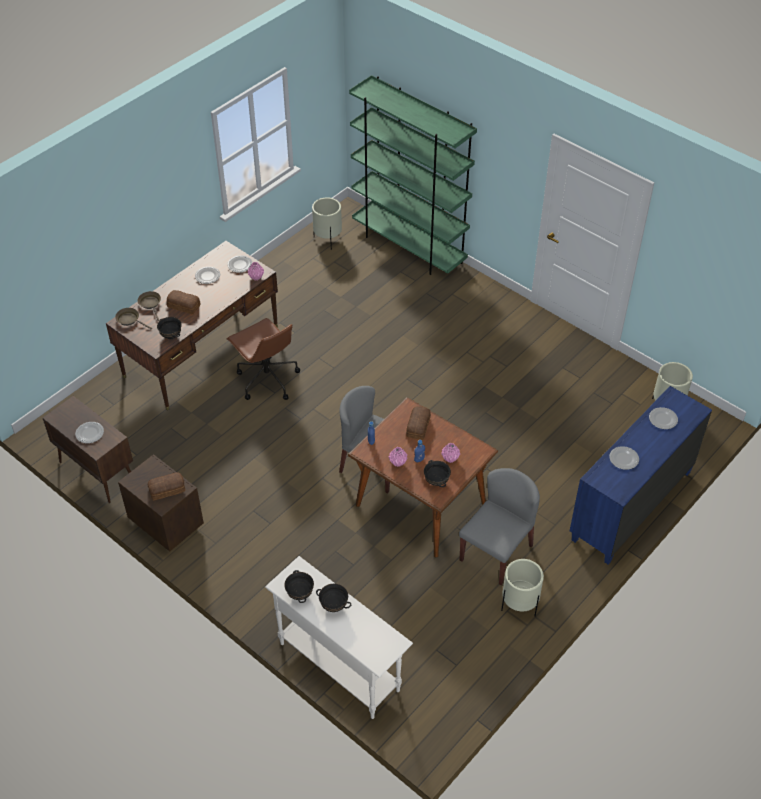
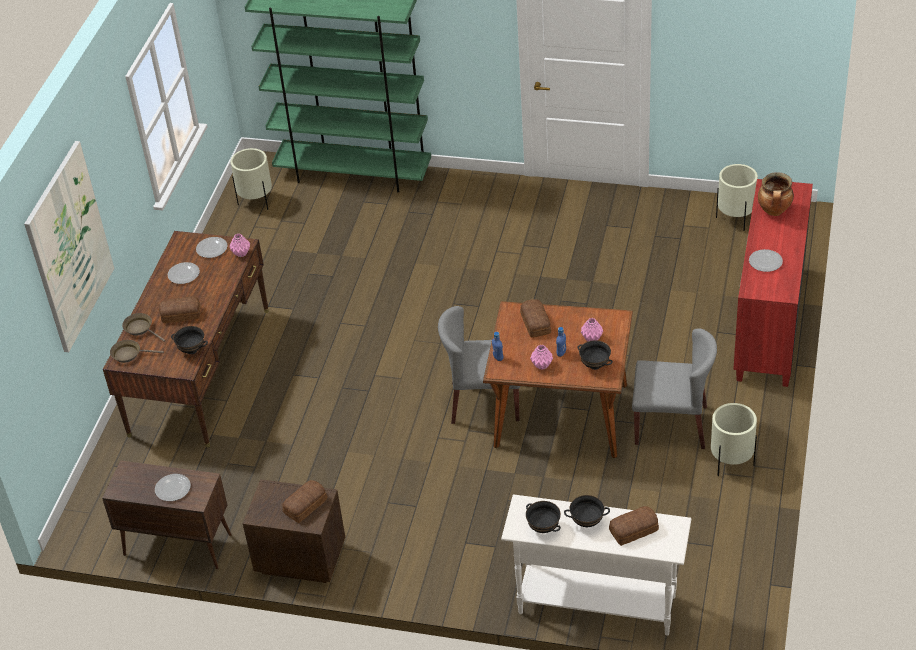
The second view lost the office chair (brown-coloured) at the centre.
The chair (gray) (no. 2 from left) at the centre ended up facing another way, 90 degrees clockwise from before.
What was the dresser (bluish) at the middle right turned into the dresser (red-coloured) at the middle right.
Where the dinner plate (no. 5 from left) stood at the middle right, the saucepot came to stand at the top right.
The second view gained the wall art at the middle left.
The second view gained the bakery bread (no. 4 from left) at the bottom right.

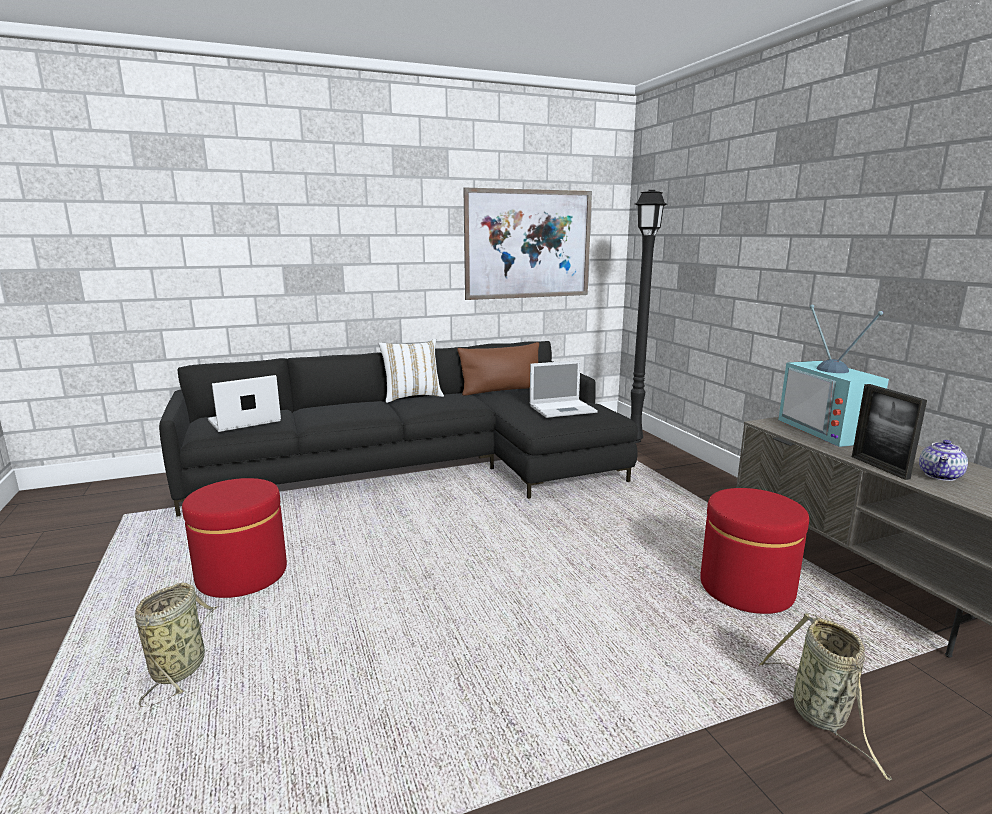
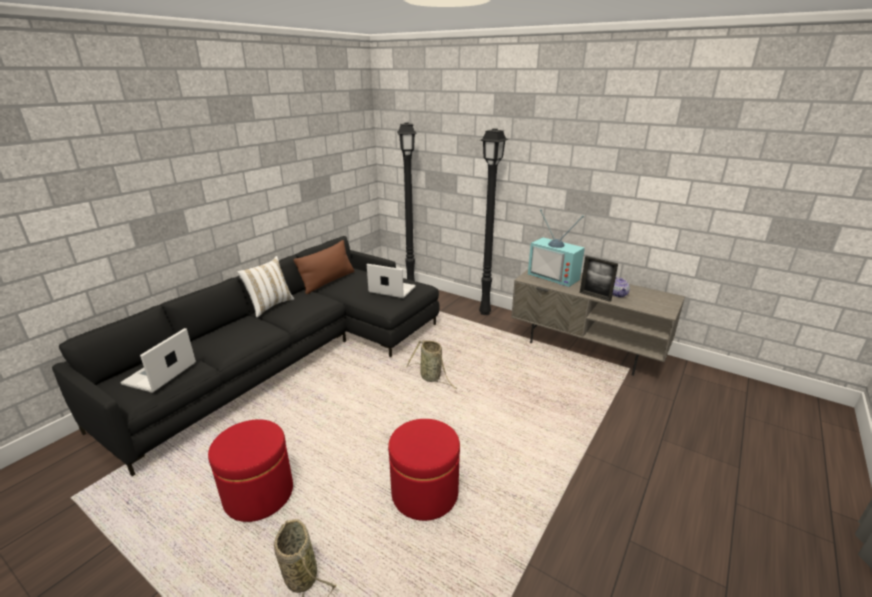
The second view lost the wall art at the top centre.
The notebook computer (no. 2 from left) at the centre ended up facing another way, 105 degrees counterclockwise from before.
The pouffe (red-coloured) (no. 2 from left) ended up elsewhere, having gone from the bottom right to the bottom centre.
The storage basket (no. 2 from left) ended up elsewhere, having gone from the bottom right to the centre.
The second view gained the standing lamp (black) (no. 2 from left) at the centre.

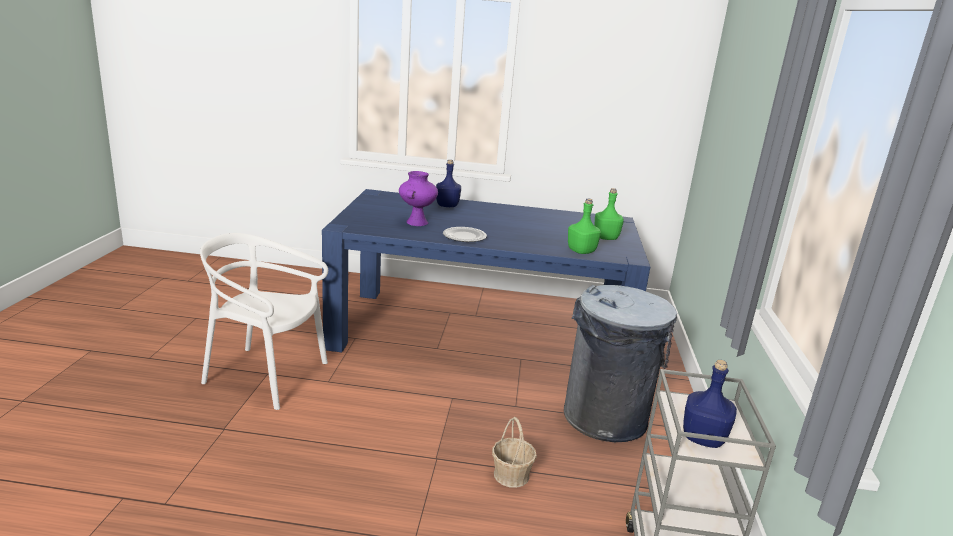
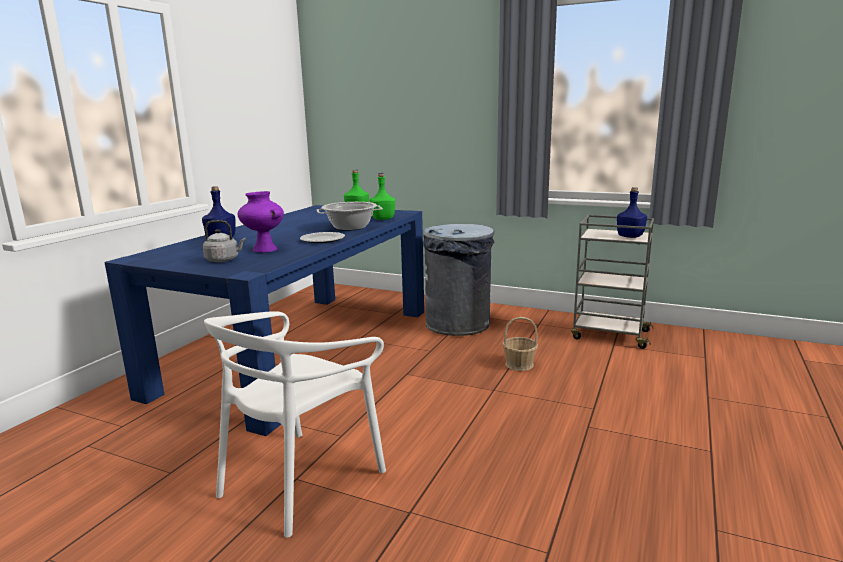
The second view gained the kettle (gray) at the middle left.
The second view gained the saucepot at the centre.

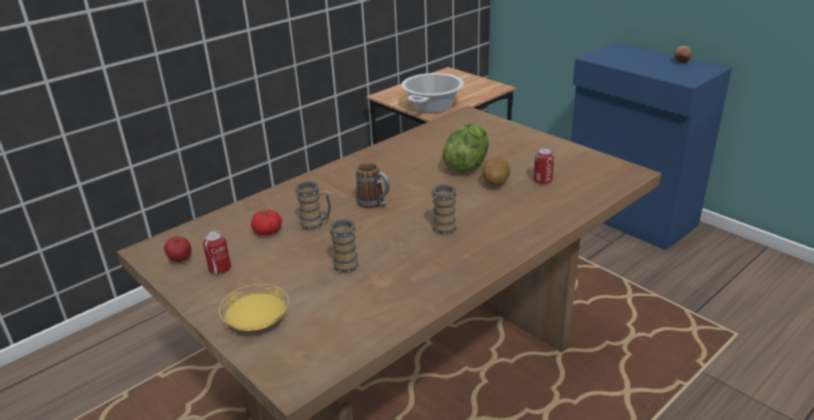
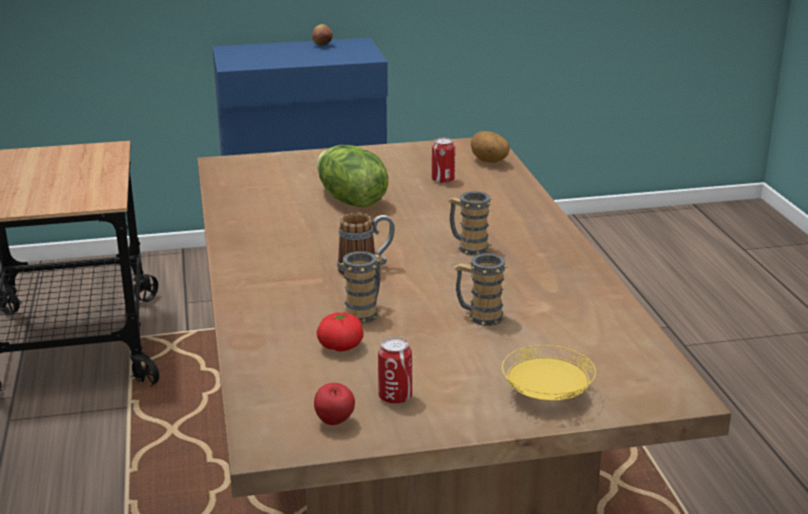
The second view lost the saucepot at the top centre.
The whole potato ended up elsewhere, having gone from the centre to the top centre.

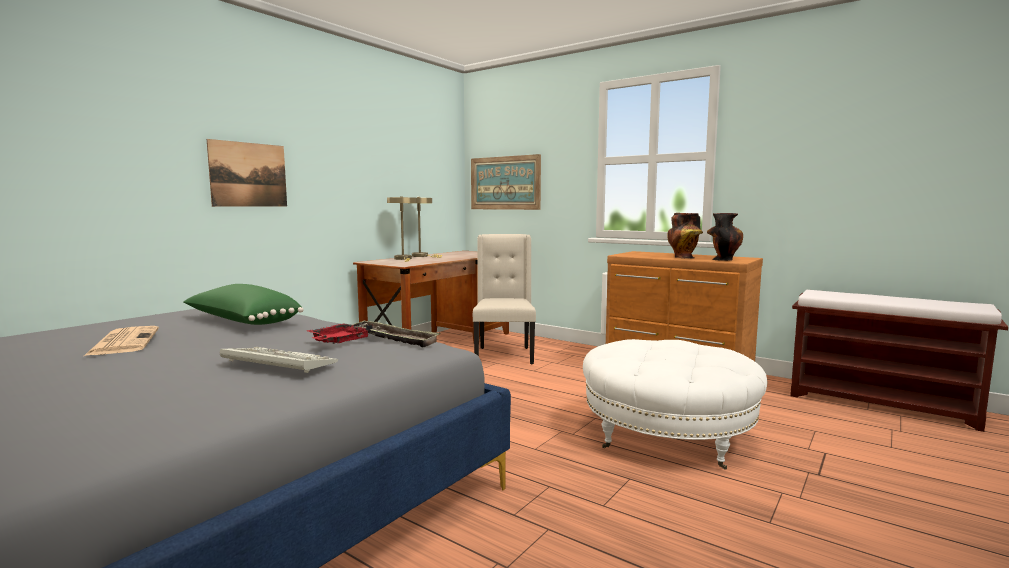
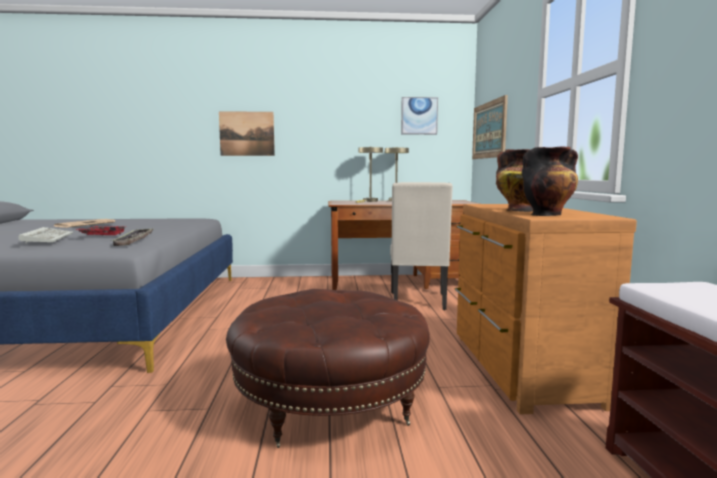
The second view lost the pillow (green) at the middle left.
The chair (sand-coloured) at the centre ended up facing another way, 135 degrees clockwise from before.
What was the pouffe (white-coloured) at the bottom right turned into the pouffe (brown-coloured) at the bottom centre.
The second view gained the wall art (no. 2 from left) at the top centre.

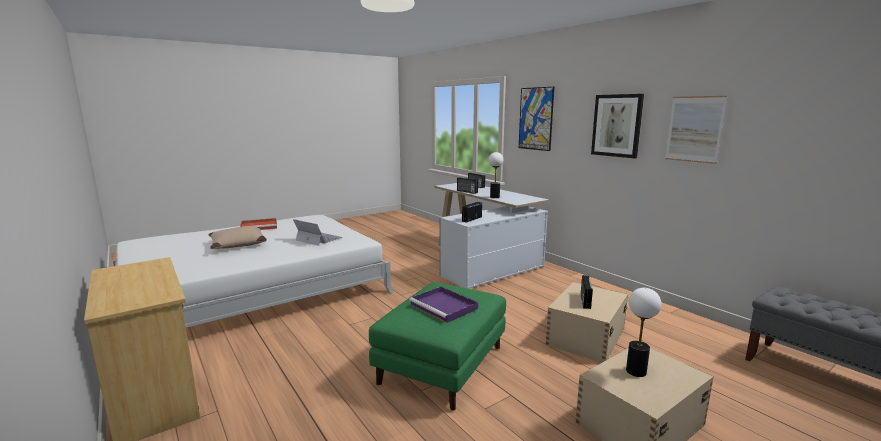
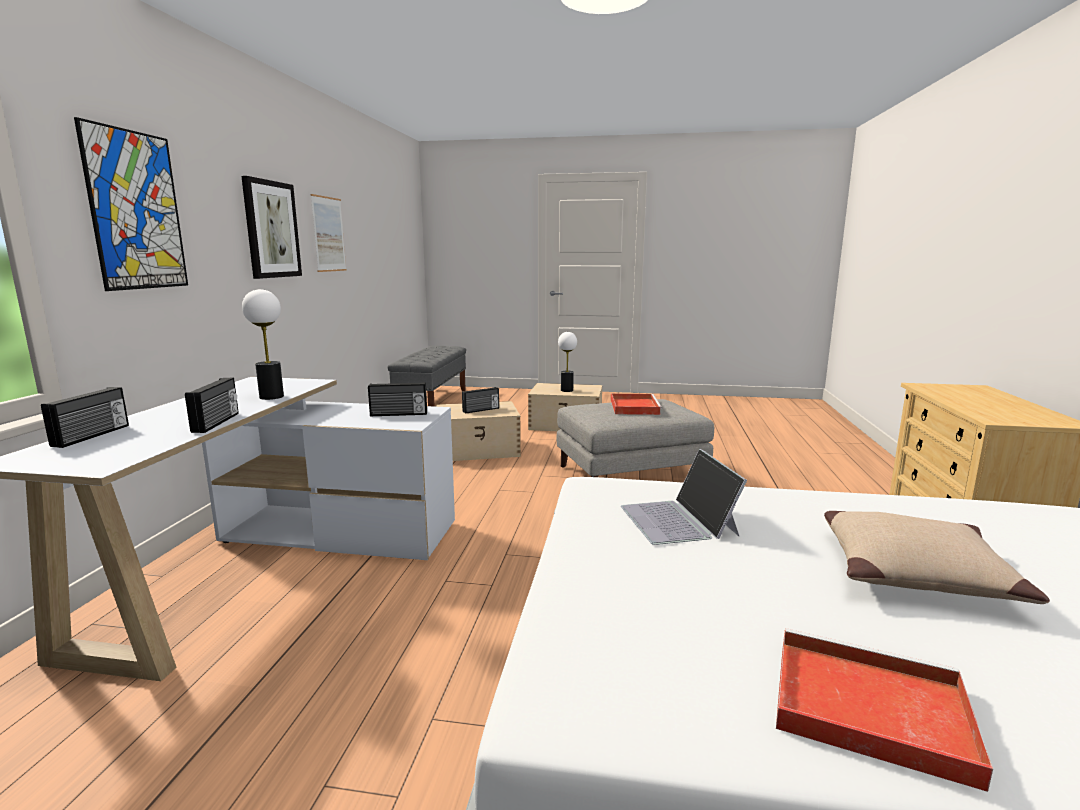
What was the pouffe (green) at the bottom centre turned into the pouffe (gray) at the centre.
What was the serving tray (purple-coloured) at the bottom centre turned into the serving tray (red-coloured) (no. 1 from left) at the centre.

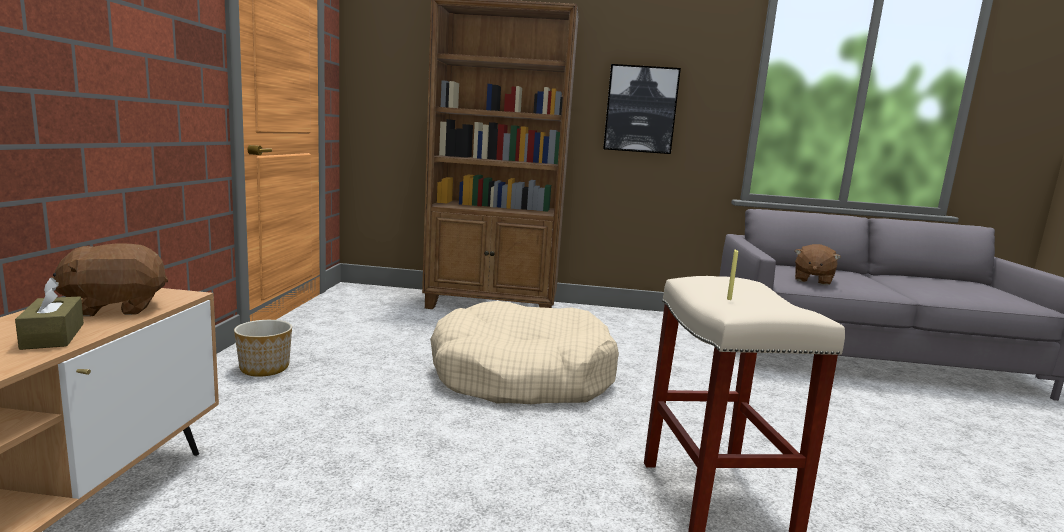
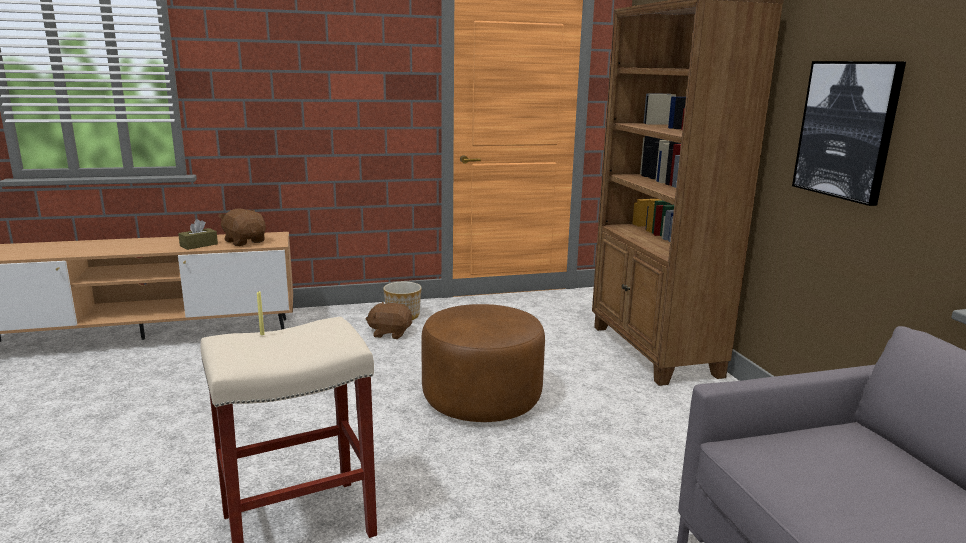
Where the dog cushion (sand-coloured) stood at the centre, the pouffe (brown-coloured) came to stand at the bottom centre.
The plush toy (brown-coloured) (no. 2 from left) ended up elsewhere, having gone from the middle right to the centre.

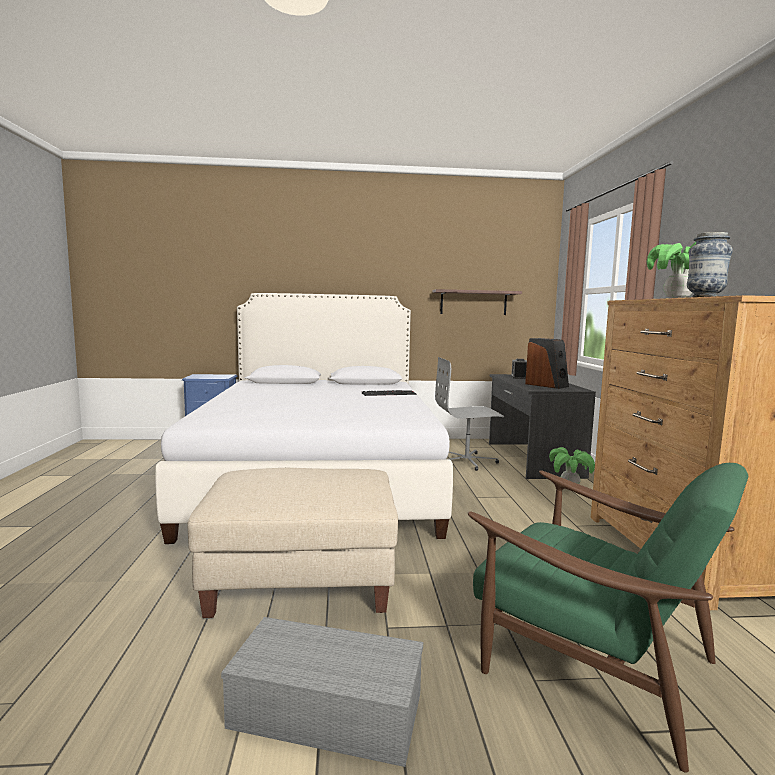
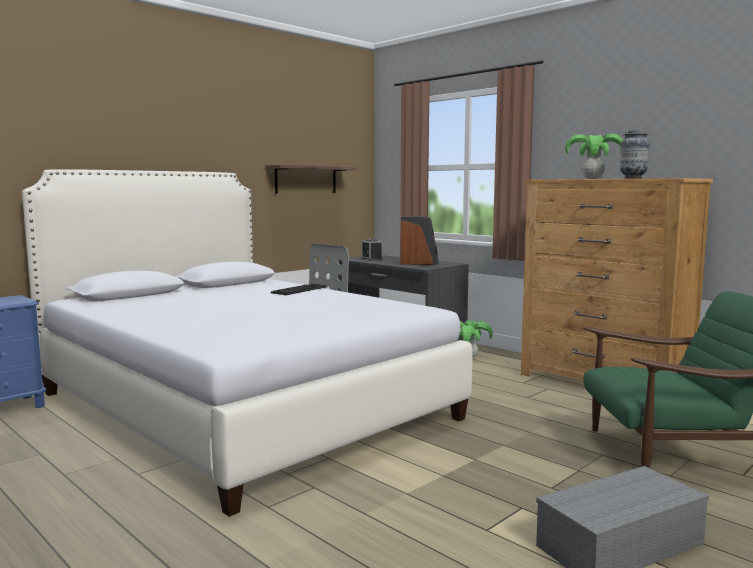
The second view lost the pouffe (sand-coloured) at the bottom centre.

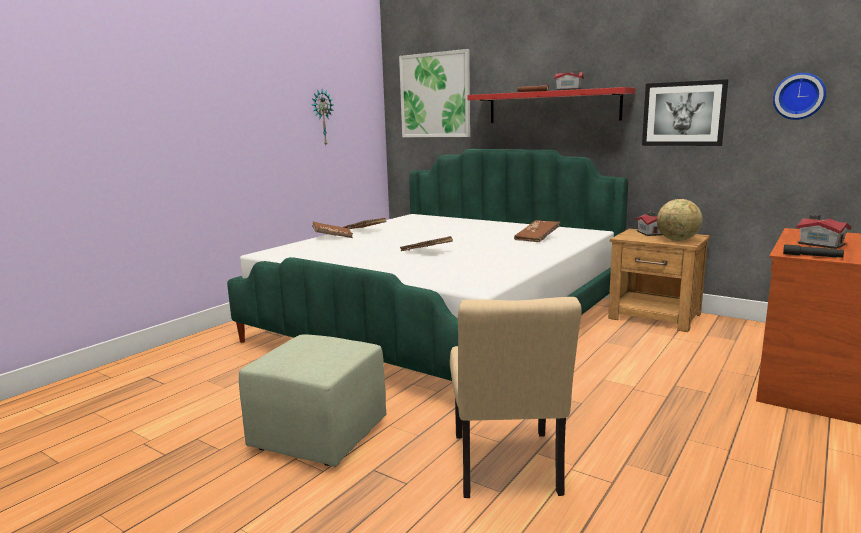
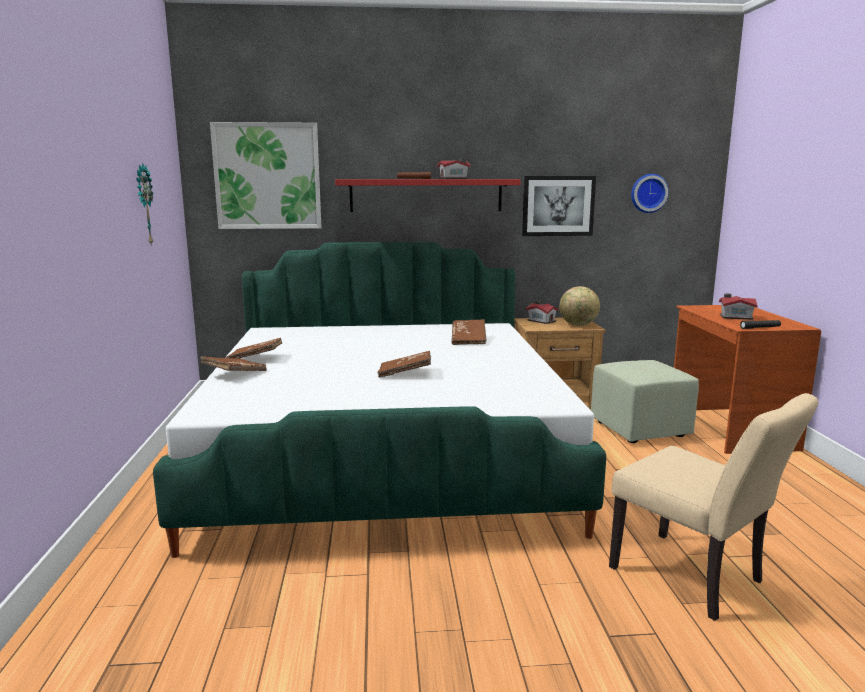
The pouffe (green) ended up elsewhere, having gone from the bottom centre to the middle right.

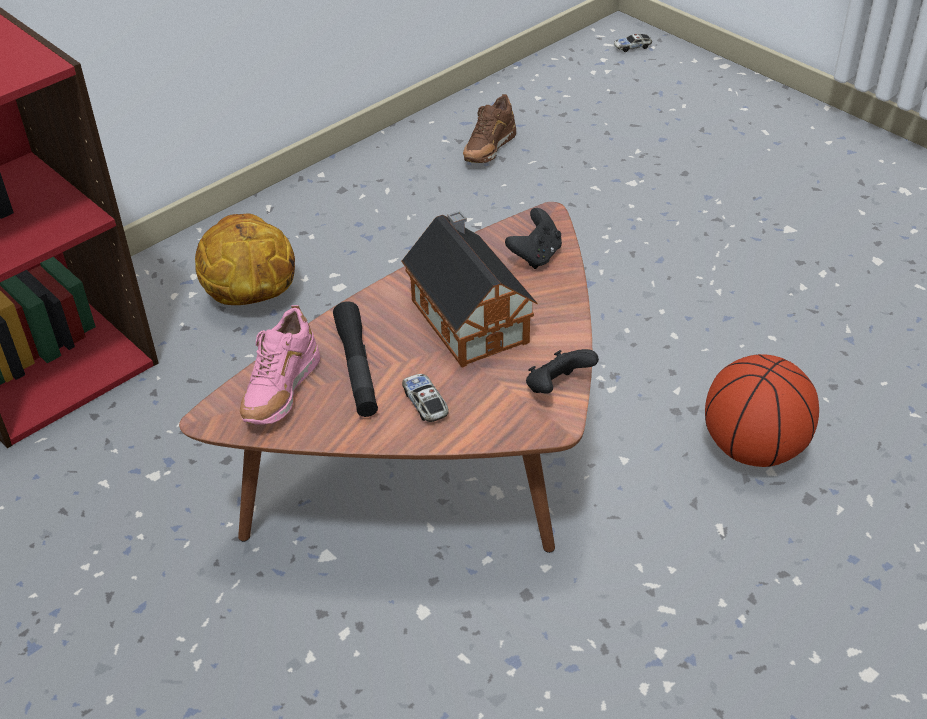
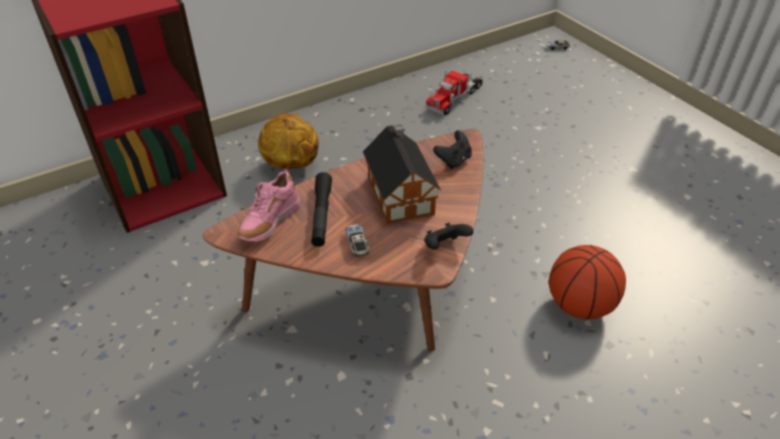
Where the item of footwear (brown-coloured) stood at the top centre, the toy truck came to stand at the top centre.

